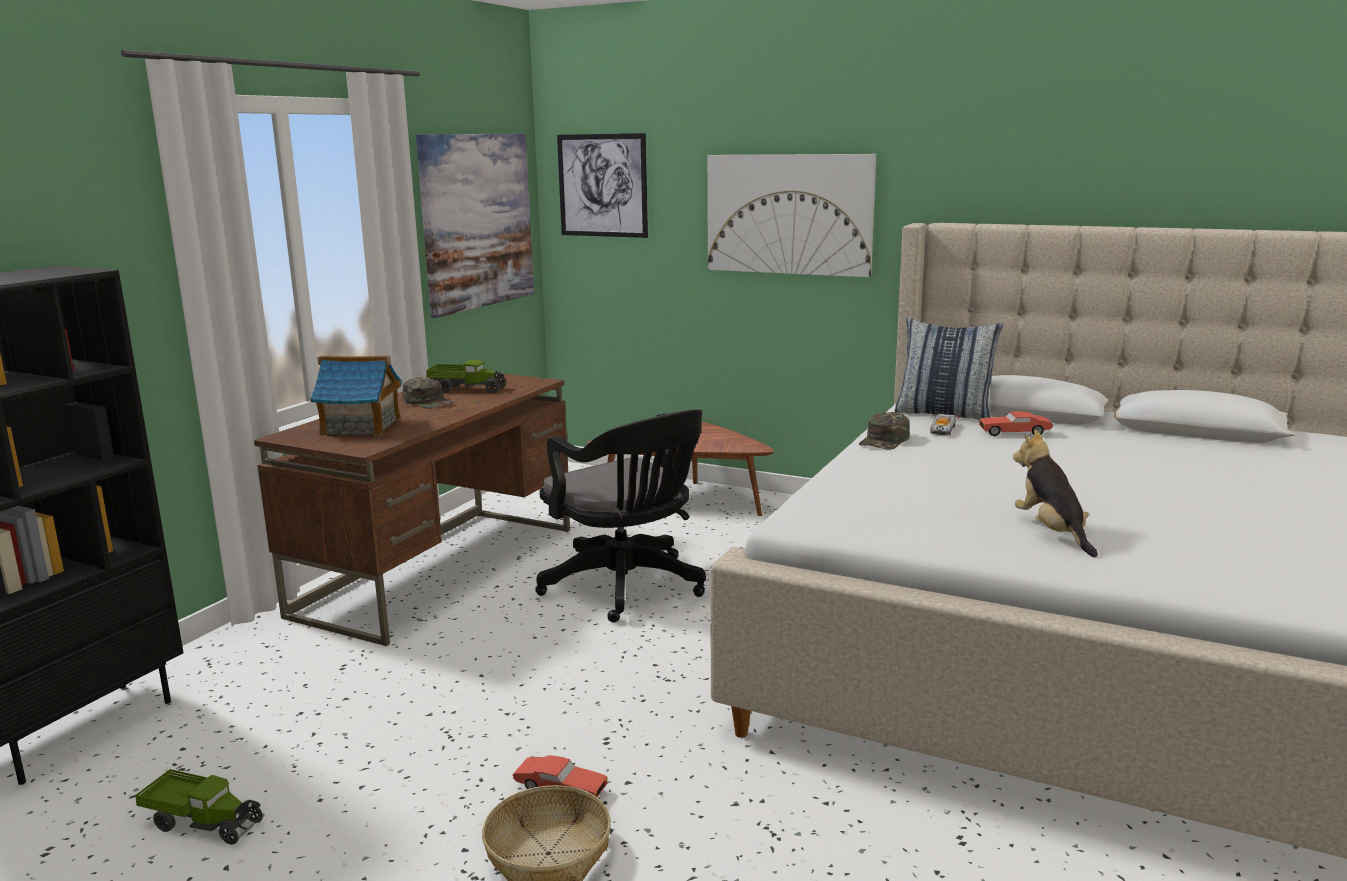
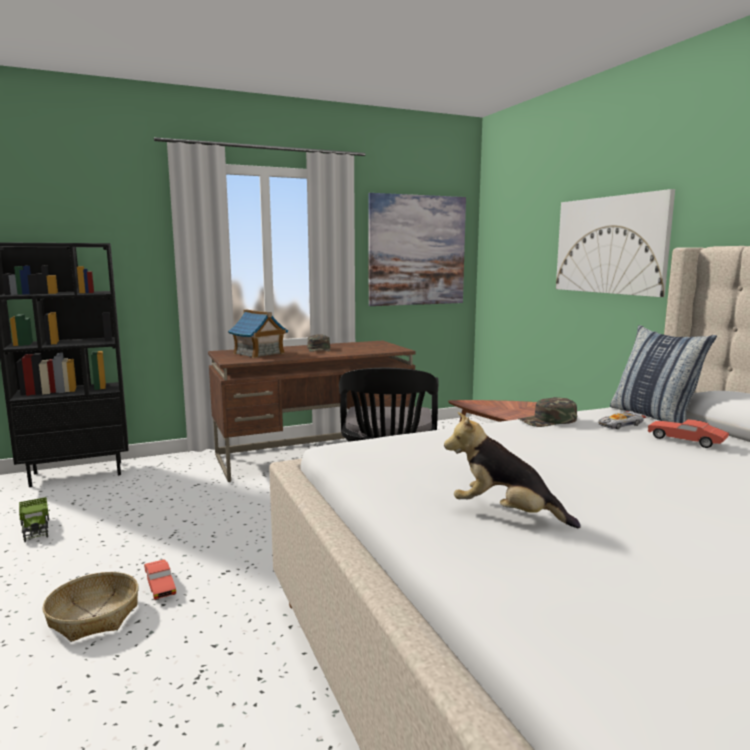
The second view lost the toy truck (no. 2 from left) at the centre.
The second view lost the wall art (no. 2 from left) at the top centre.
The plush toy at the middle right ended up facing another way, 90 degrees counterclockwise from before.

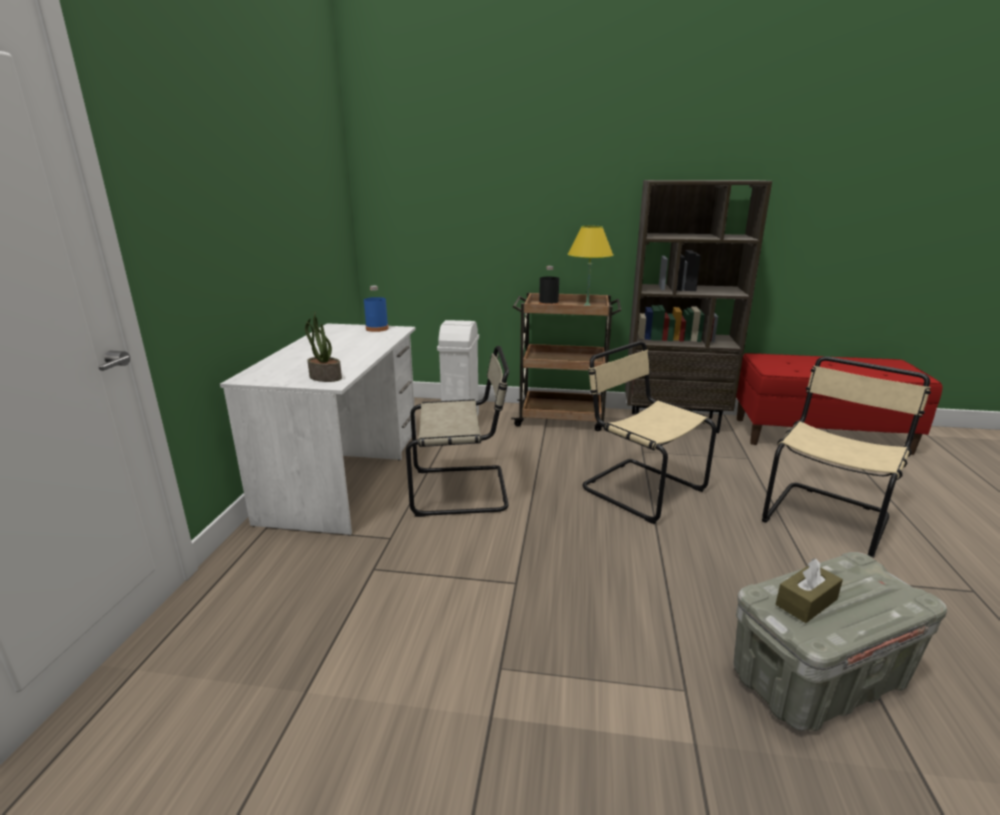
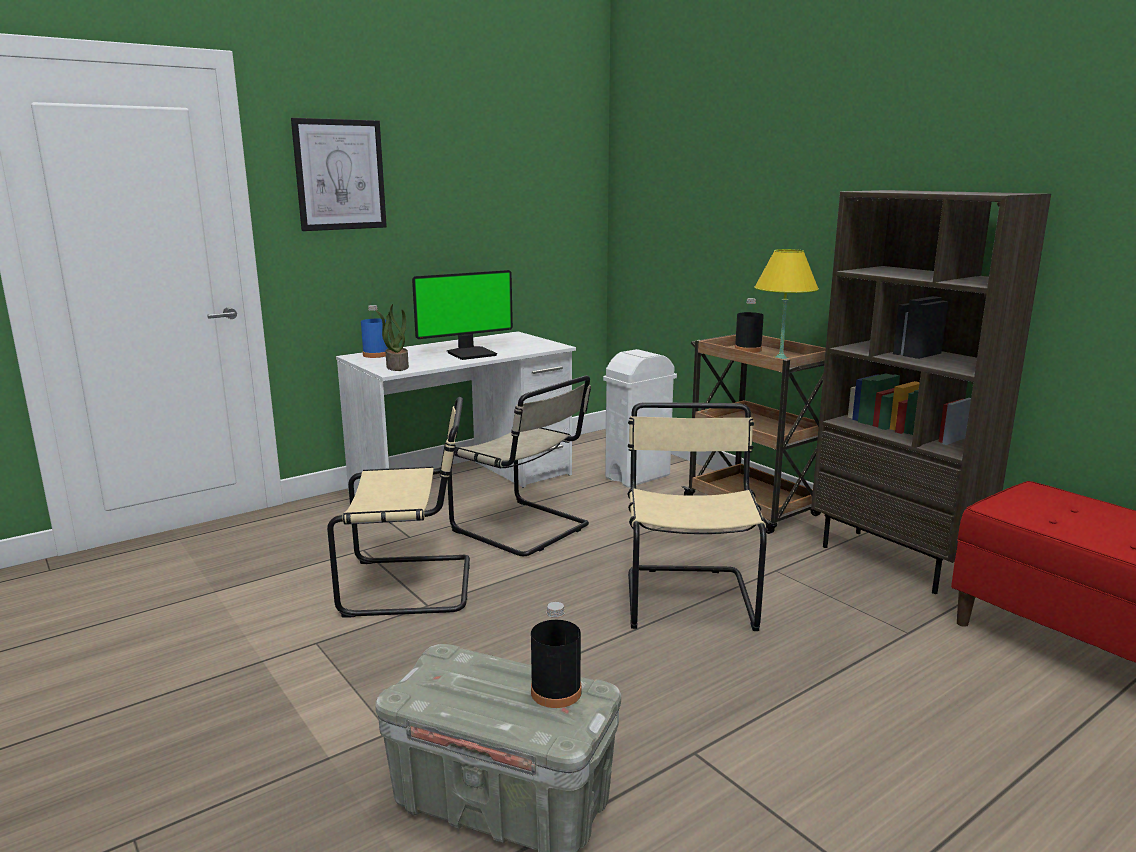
The beverage bottle (bluish) ended up elsewhere, having gone from the centre to the middle left.
The chair (sand-coloured) (no. 3 from left in the first image) ended up elsewhere, having gone from the middle right to the centre.
The second view lost the tissue box (brown-coloured) at the bottom right.
The second view gained the wall art at the top left.
The second view gained the monitor at the centre.
The second view gained the beverage bottle (black) (no. 1 from left) at the bottom centre.

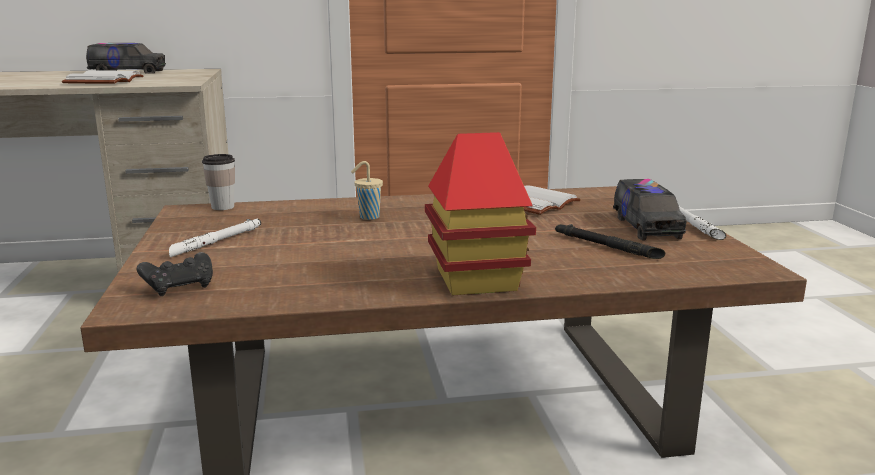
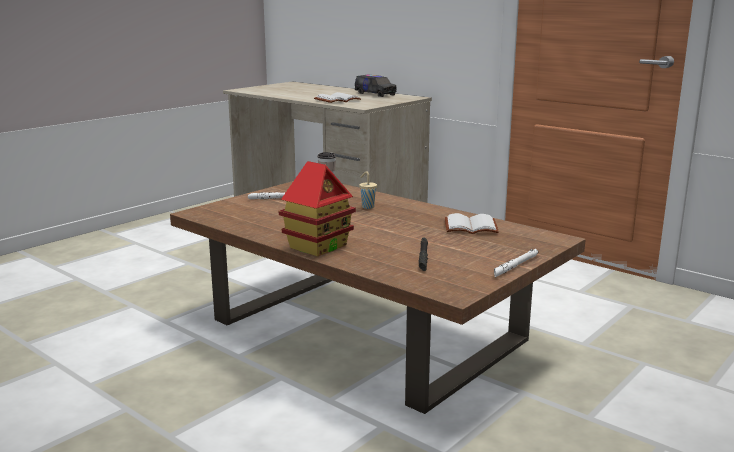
The second view lost the game controller (black) at the middle left.
The second view lost the toy truck (no. 2 from left) at the middle right.

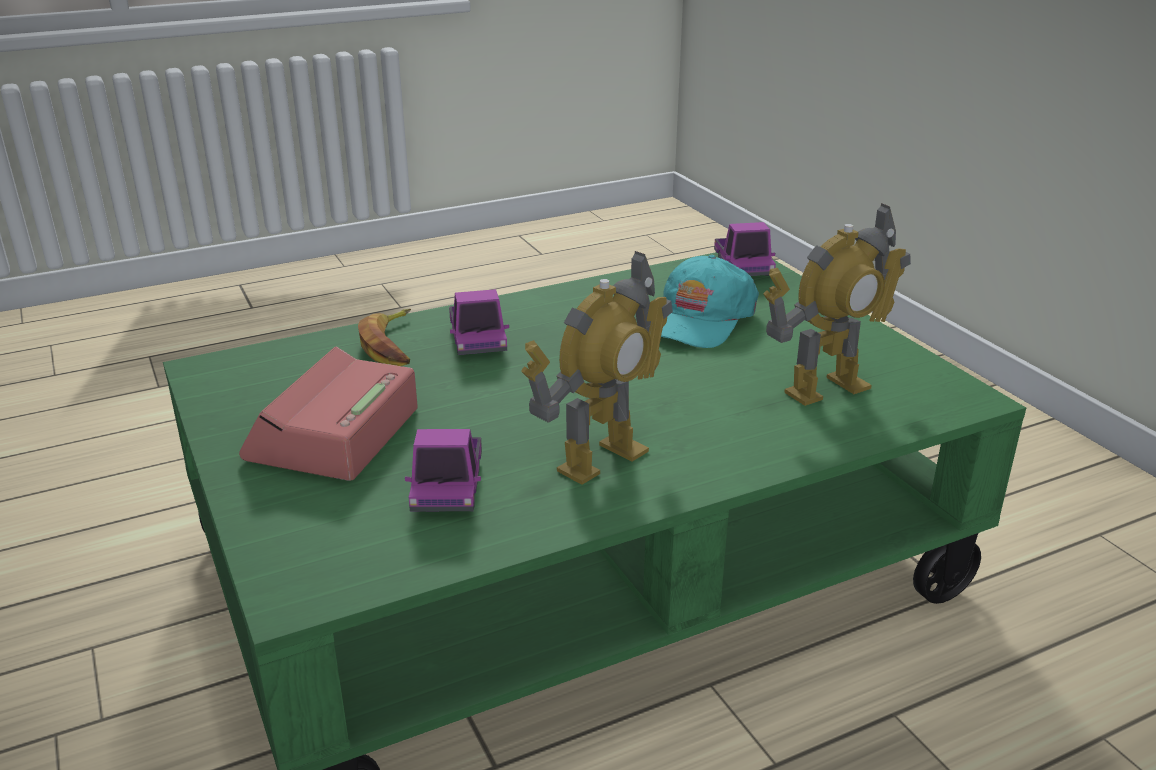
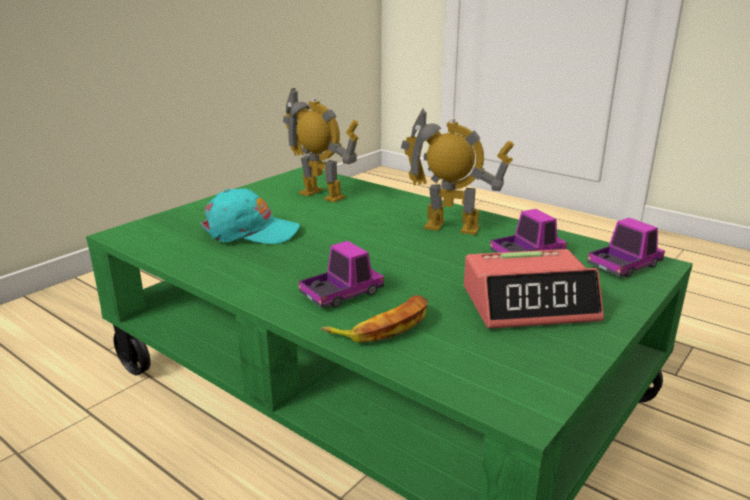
The toy truck (no. 3 from left) ended up elsewhere, having gone from the top centre to the middle right.

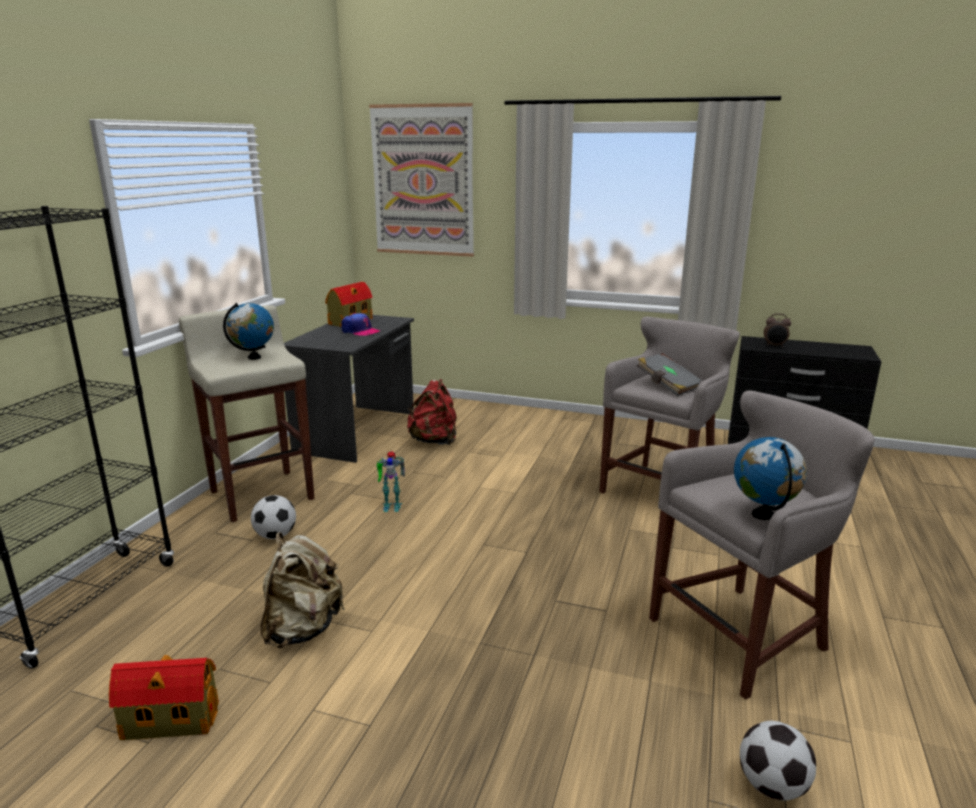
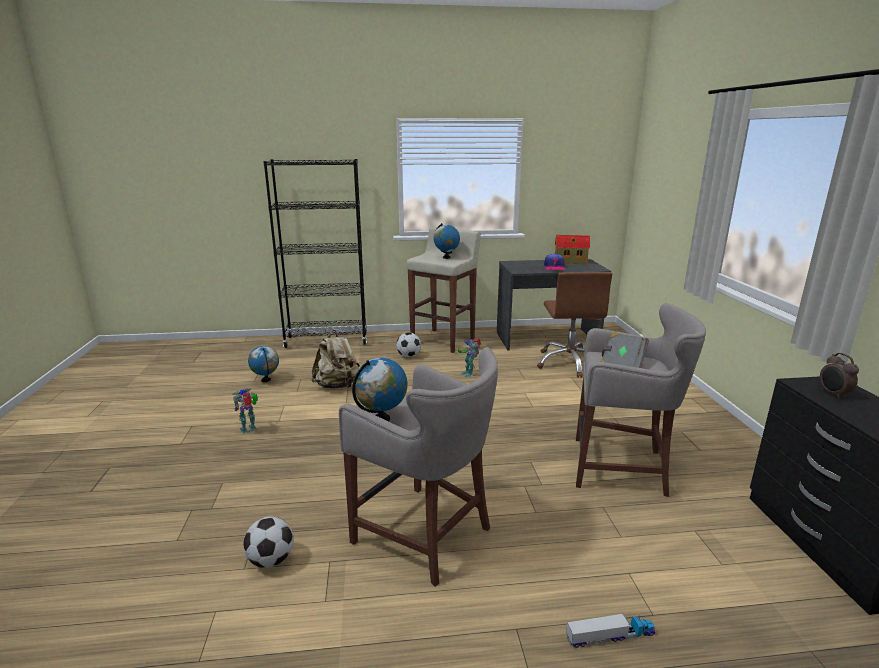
Where the toy house (no. 1 from left) stood at the bottom left, the world globe (no. 1 from left) came to stand at the middle left.
The second view lost the wall art at the top centre.
Where the rucksack (red-coloured) stood at the centre, the office chair (brown-coloured) came to stand at the centre.
The second view gained the model robot (no. 1 from left) at the middle left.
The second view gained the toy truck at the bottom right.

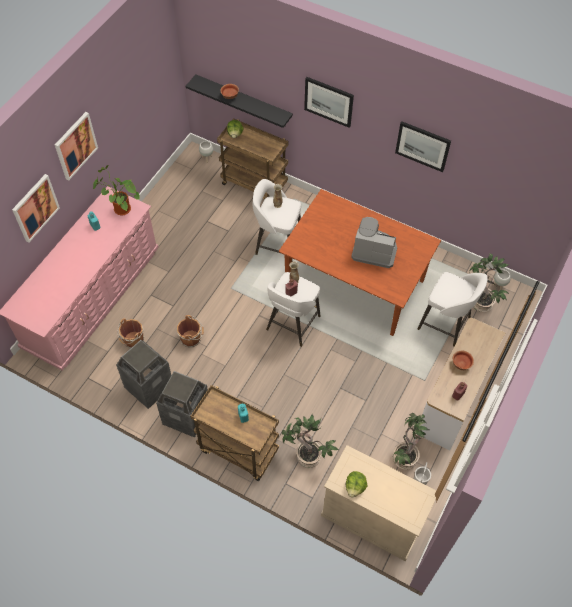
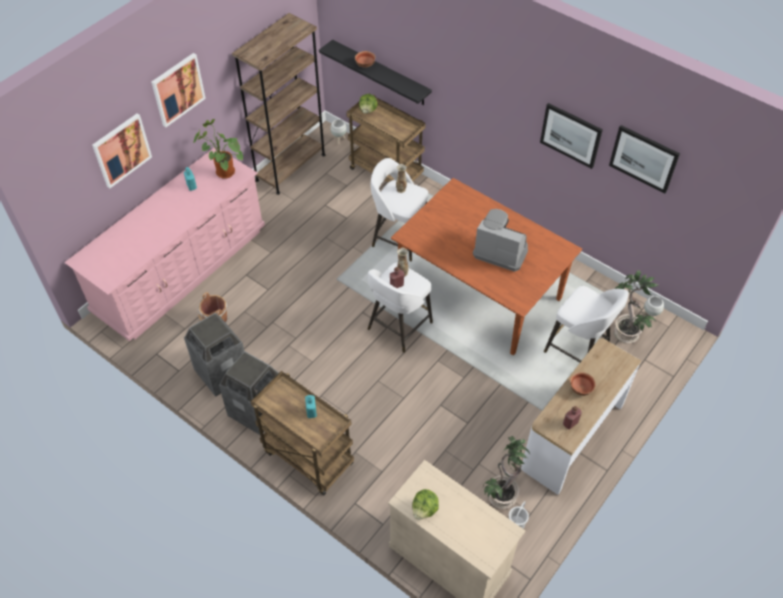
The second view lost the water bucket (brown-coloured) (no. 2 from left) at the middle left.
The second view lost the houseplant (no. 2 from left) at the bottom centre.
The wall art (no. 3 from left in the first image) ended up elsewhere, having gone from the top centre to the top right.
The second view gained the shelving unit (brown-coloured) at the top centre.

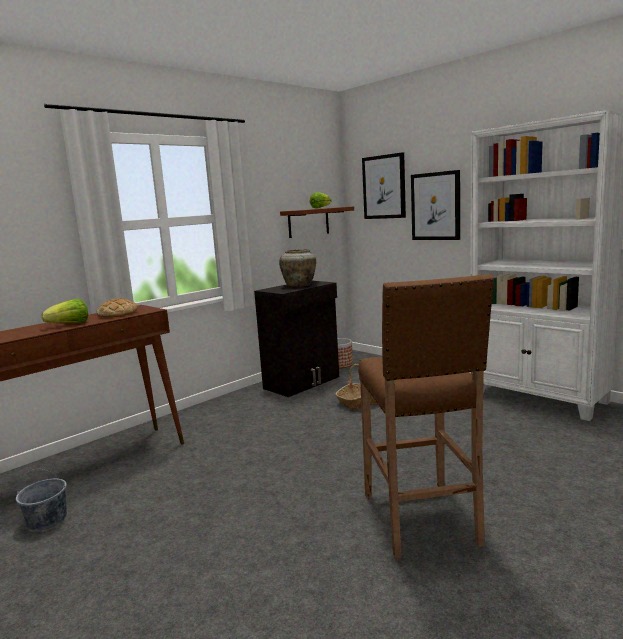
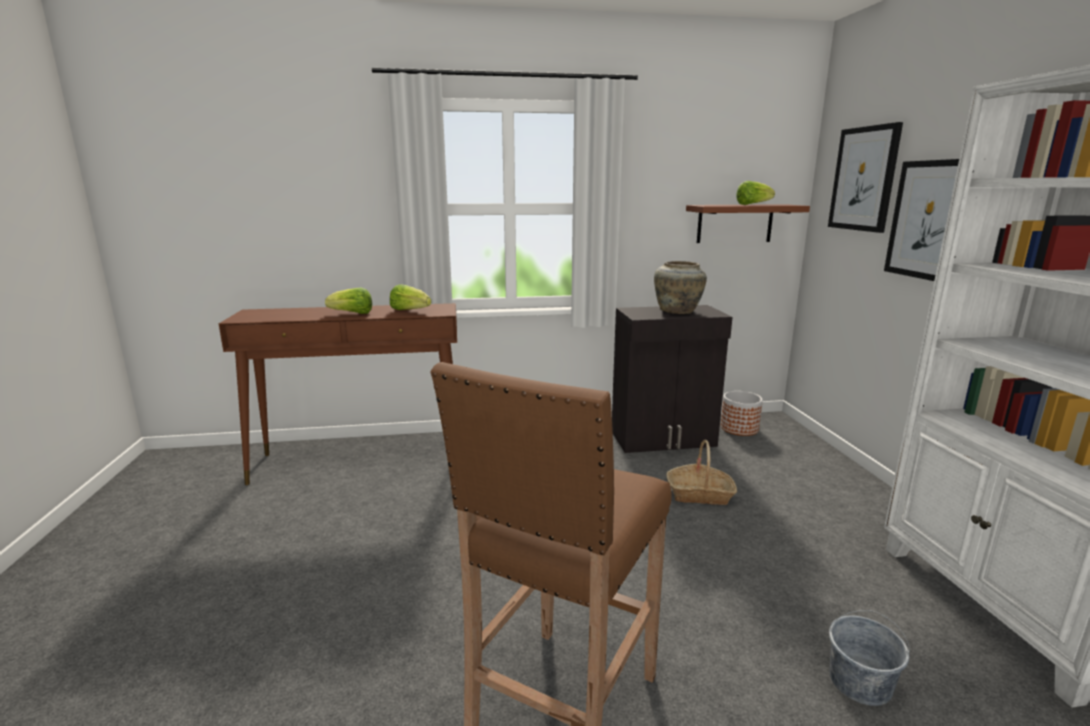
The water bucket (gray) ended up elsewhere, having gone from the bottom left to the bottom right.
Where the bakery bread stood at the middle left, the lettuce (no. 2 from left) came to stand at the centre.

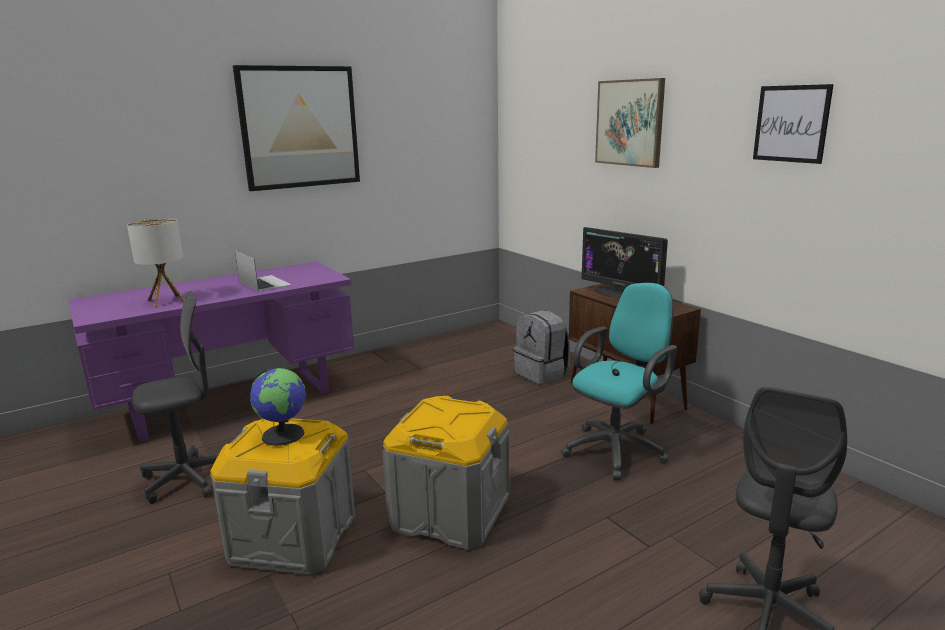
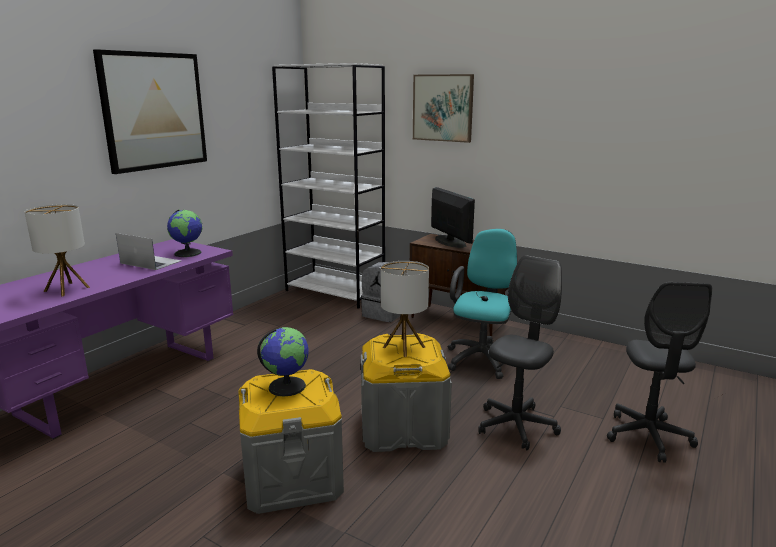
The office chair (gray) (no. 1 from left) ended up elsewhere, having gone from the middle left to the middle right.
The monitor at the centre ended up facing another way, 135 degrees counterclockwise from before.
The second view lost the wall art (no. 3 from left) at the top right.
The second view gained the world globe (no. 1 from left) at the middle left.
The second view gained the shelving unit (white-coloured) at the centre.
The second view gained the tabletop lamp (no. 2 from left) at the centre.

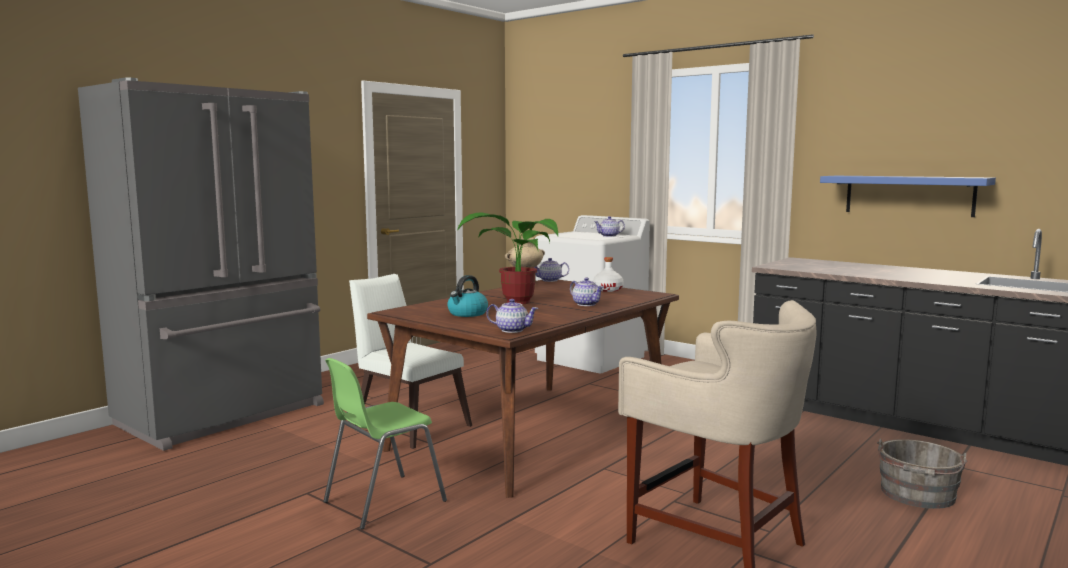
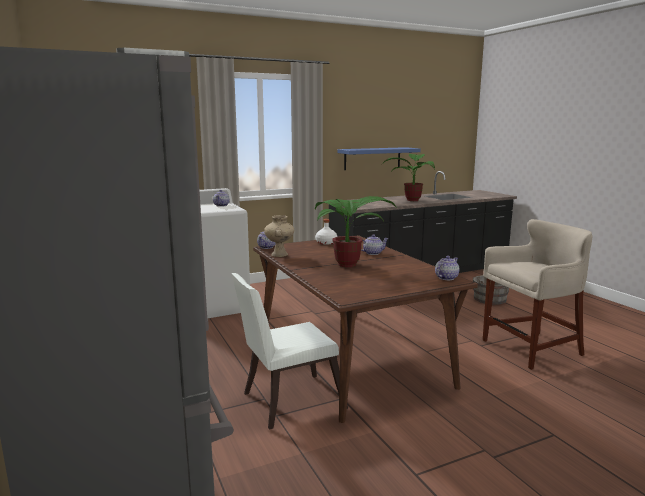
The second view lost the chair (green) at the bottom centre.
The second view lost the kettle at the centre.
The second view gained the houseplant (no. 2 from left) at the centre.

